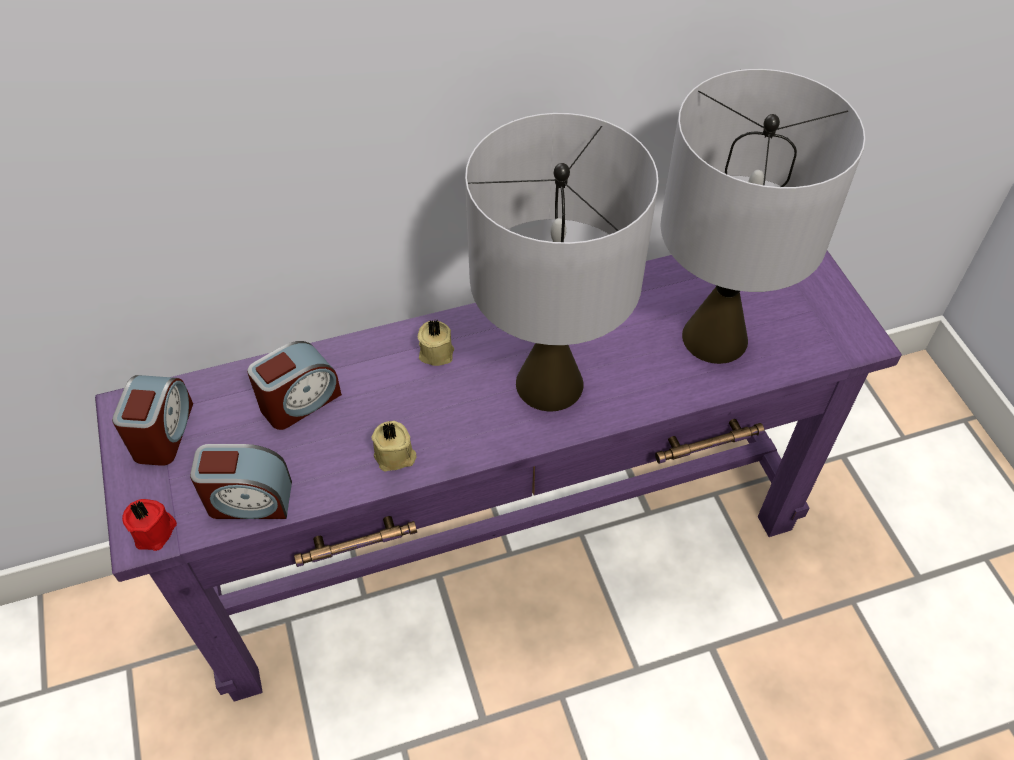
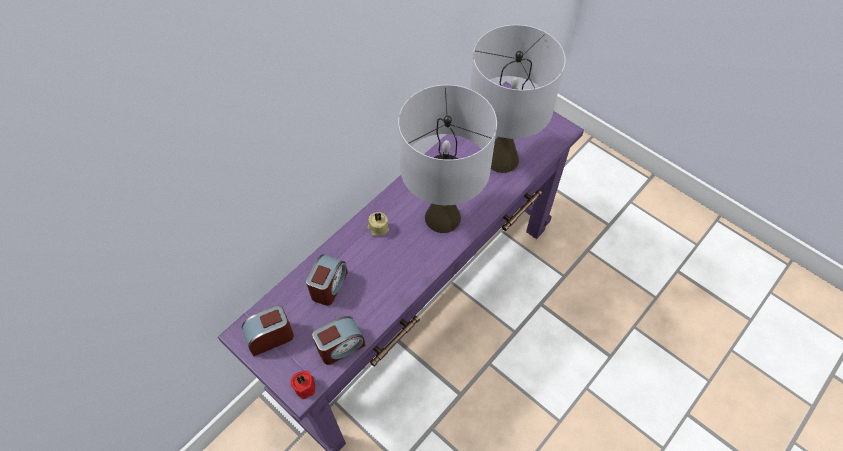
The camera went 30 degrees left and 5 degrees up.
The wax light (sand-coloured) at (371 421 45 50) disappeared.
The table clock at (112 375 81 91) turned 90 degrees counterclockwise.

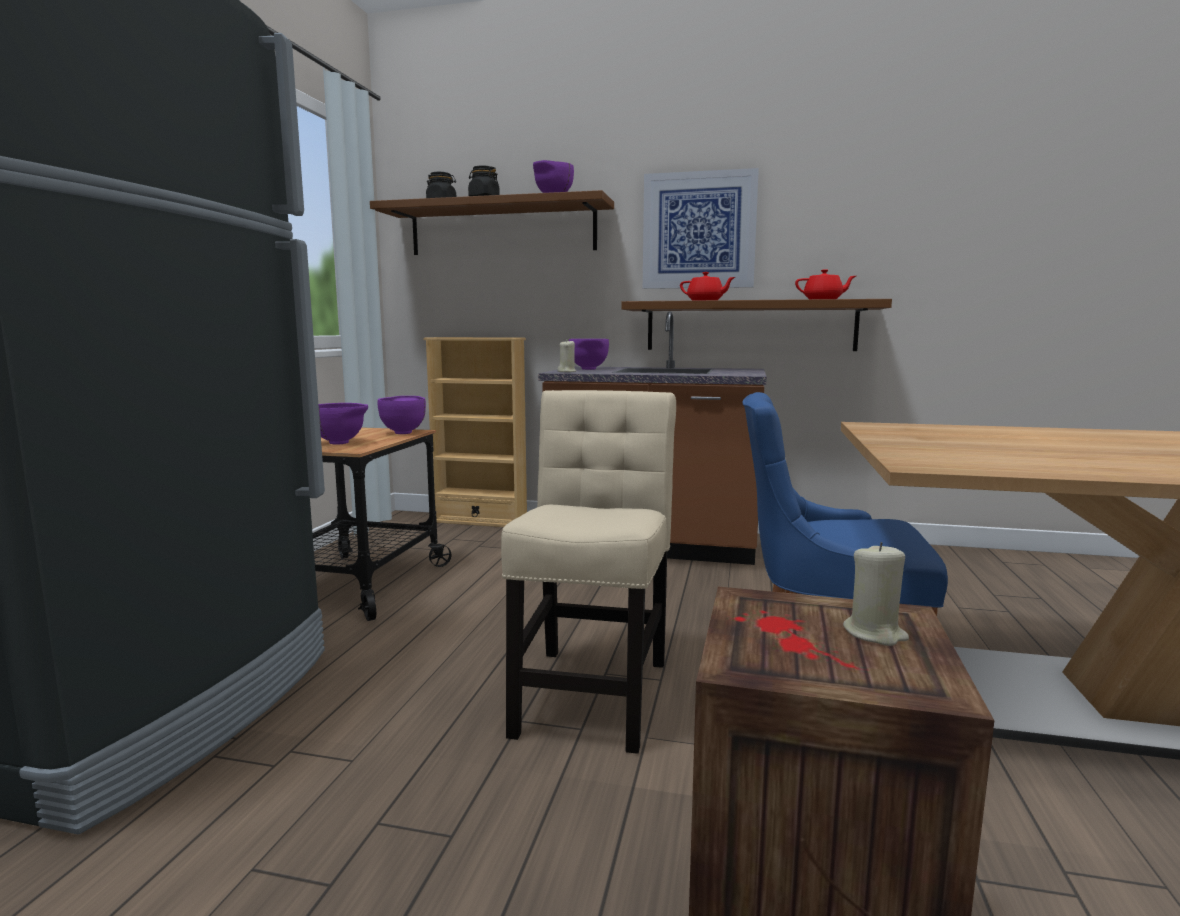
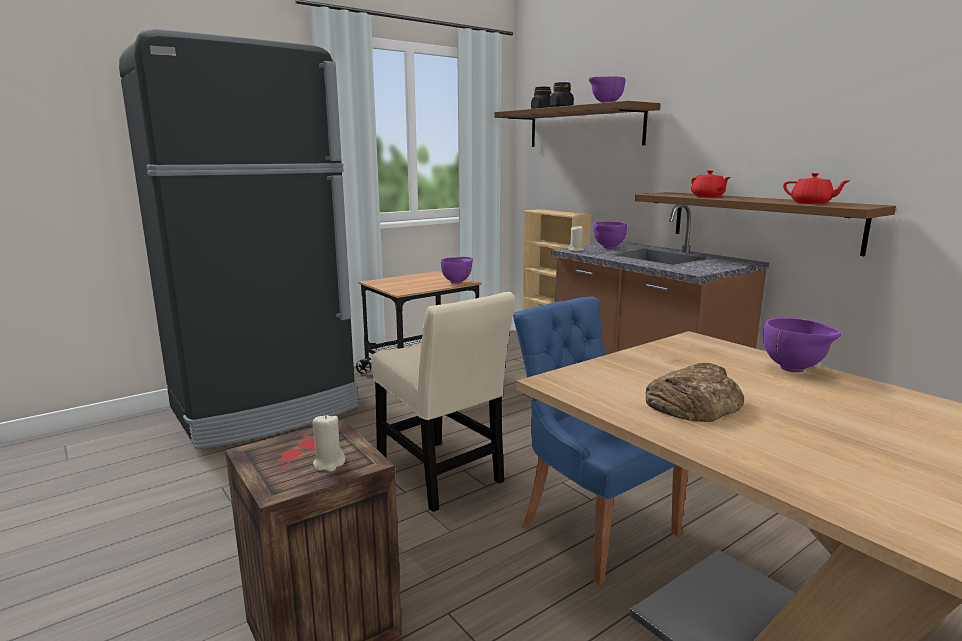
The camera went 40 degrees right and 5 degrees up.
The picture at (643 168 116 121) disappeared.
The bread at (646 363 98 59) appeared.
The bowl (purple) moved from (318 403 50 41) to (763 318 78 54).
The upright chair (sand-coloured) at (501 390 175 364) turned 90 degrees clockwise.

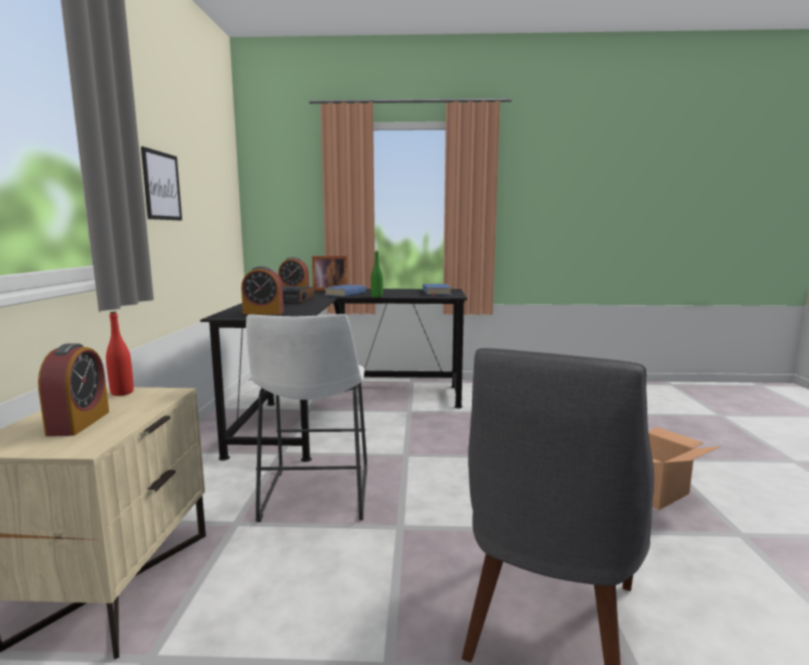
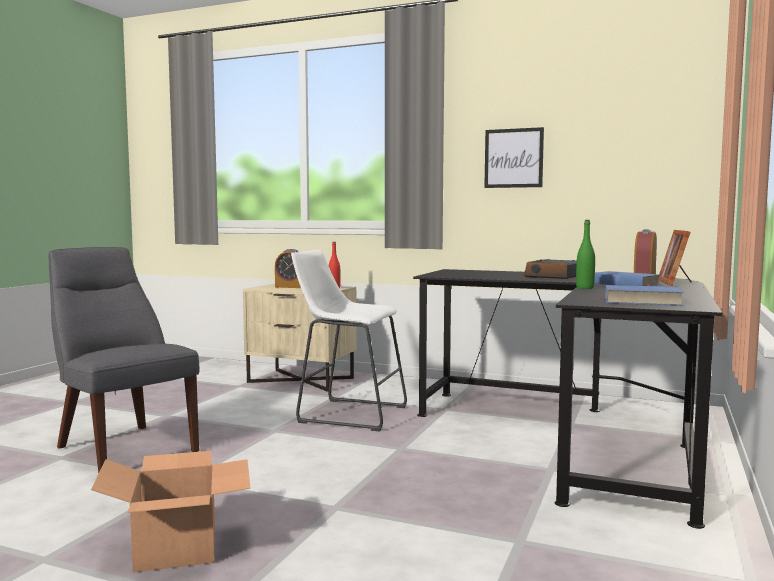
The camera went 110 degrees right and 5 degrees down.
The table clock at (241 266 43 48) disappeared.

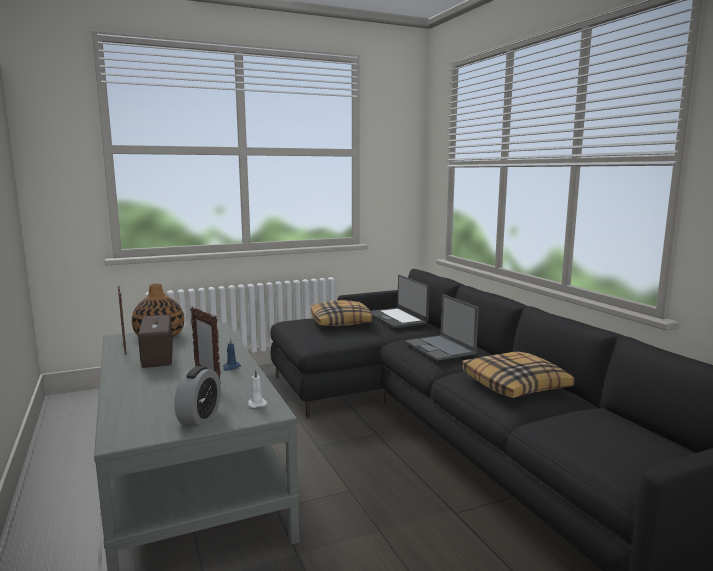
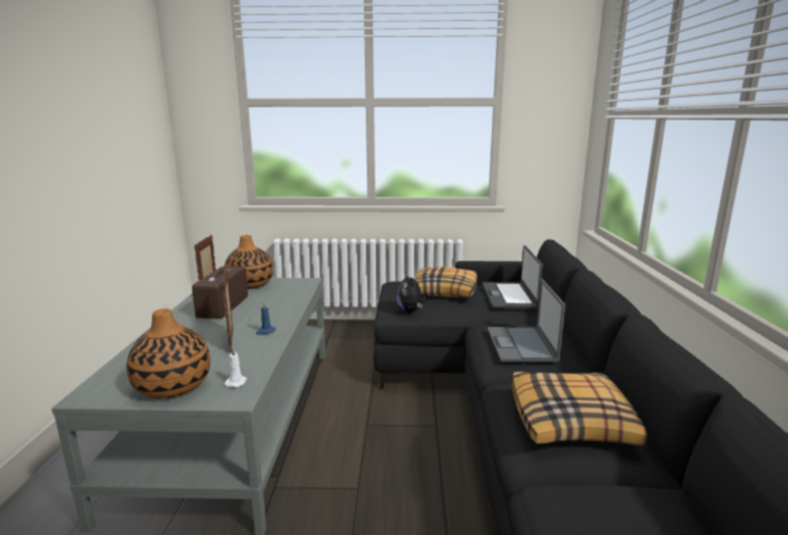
The camera went 25 degrees right and 5 degrees up.
The plush toy at (397 273 30 40) appeared.
The table clock at (174 366 47 60) was replaced by the decorative vase at (127 308 83 91).

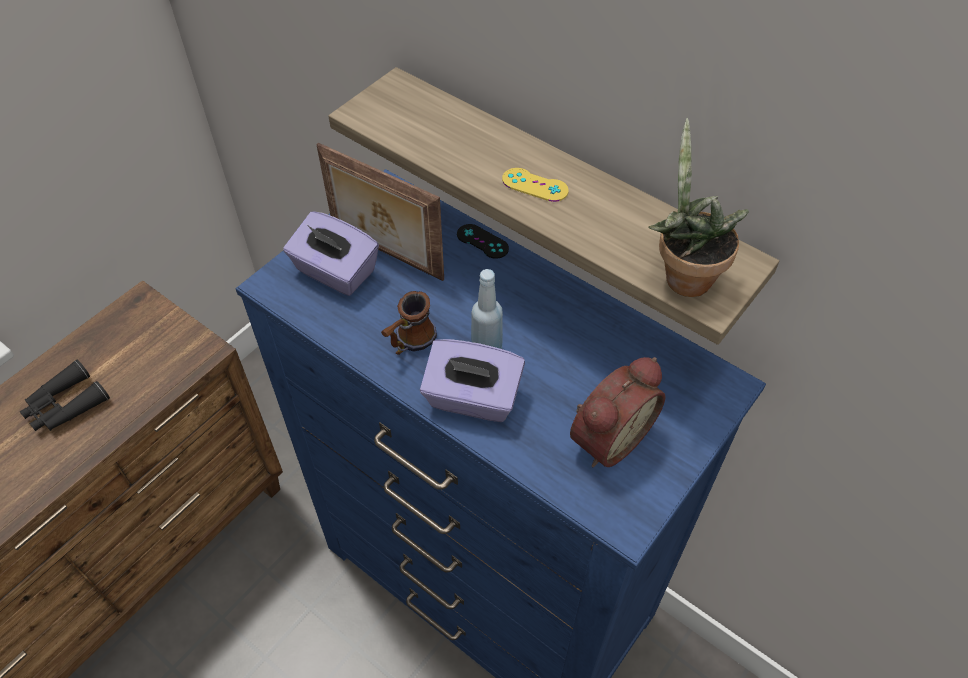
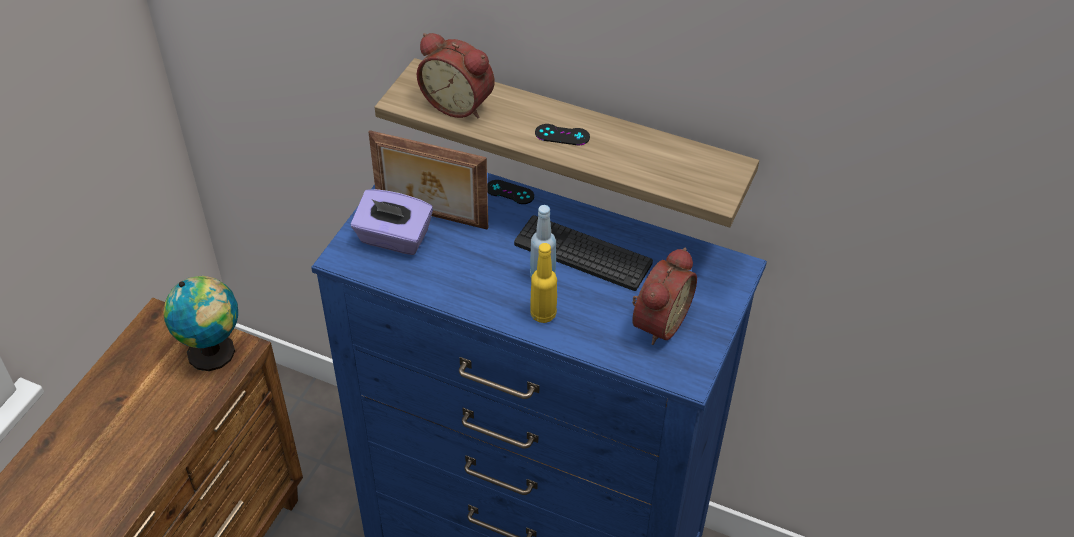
The camera went 15 degrees left and 5 degrees down.
The field glasses (black-coloured) at (19 360 91 71) disappeared.
The mug at (381 291 56 64) disappeared.
The houseplant at (648 118 101 179) disappeared.
The world globe at (163 276 75 95) appeared.
The table clock at (417 33 78 85) appeared.
The computer keyboard at (514 215 139 76) appeared.
The tissue box (purple) at (420 339 105 83) was replaced by the drink bottle (yellowish) at (530 243 27 80).
The game controller (yellowish) at (502 168 67 34) became the game controller (black-coloured) at (535 124 55 21).

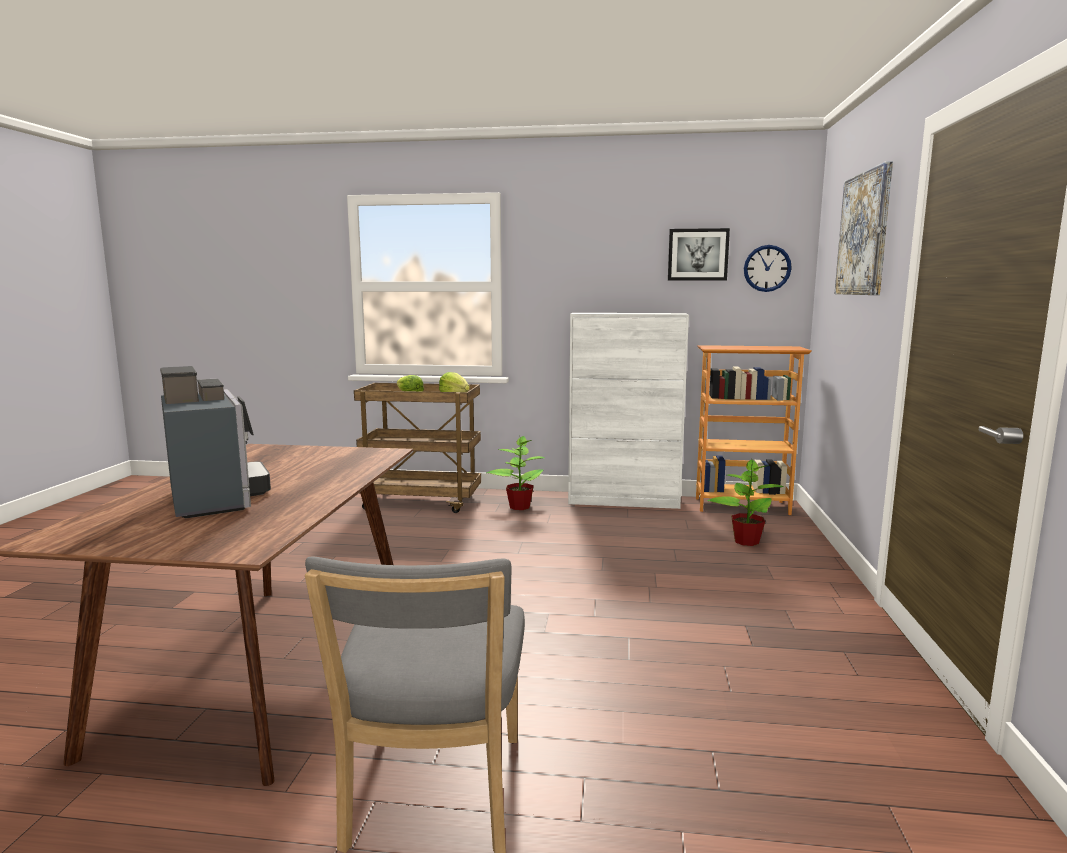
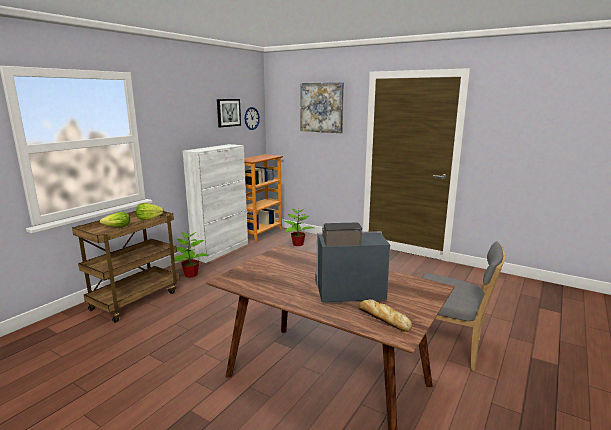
The camera went 65 degrees left and 5 degrees up.
The bread at (358 299 54 33) appeared.

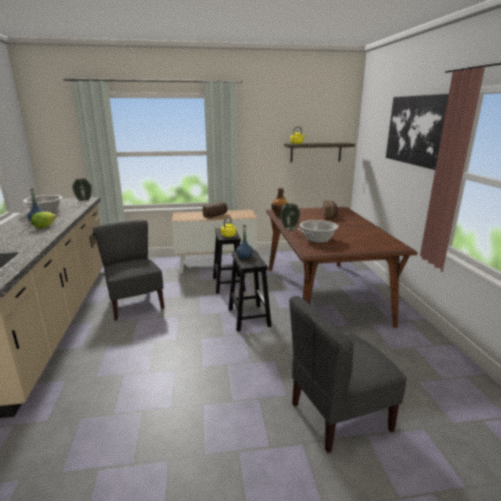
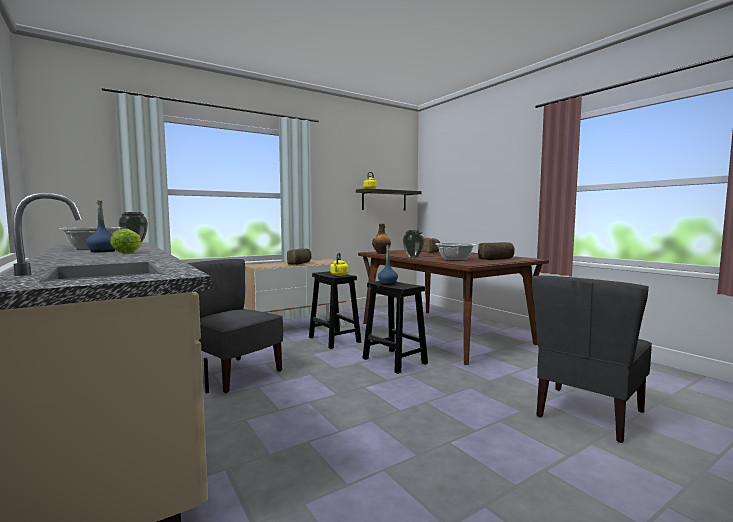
The camera went 25 degrees left and 15 degrees down.
The picture at (386 94 63 76) disappeared.
The bread at (478 242 37 18) appeared.

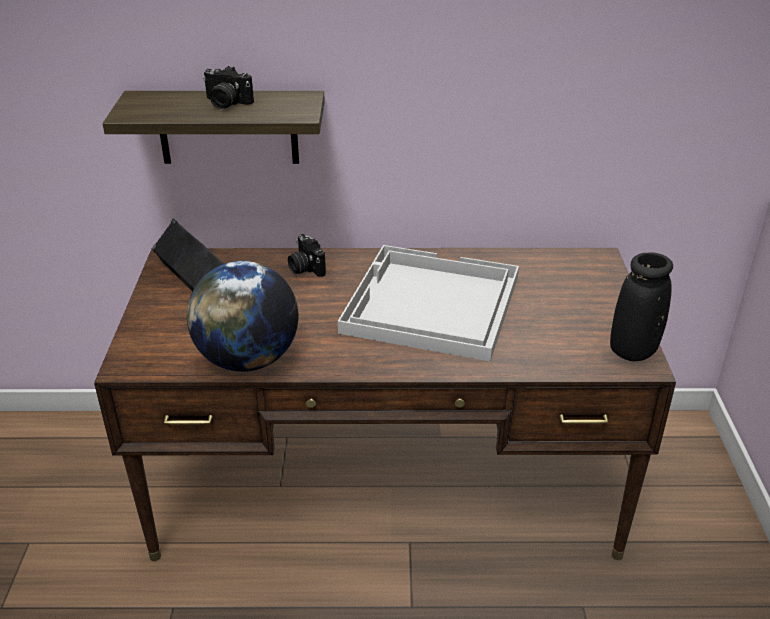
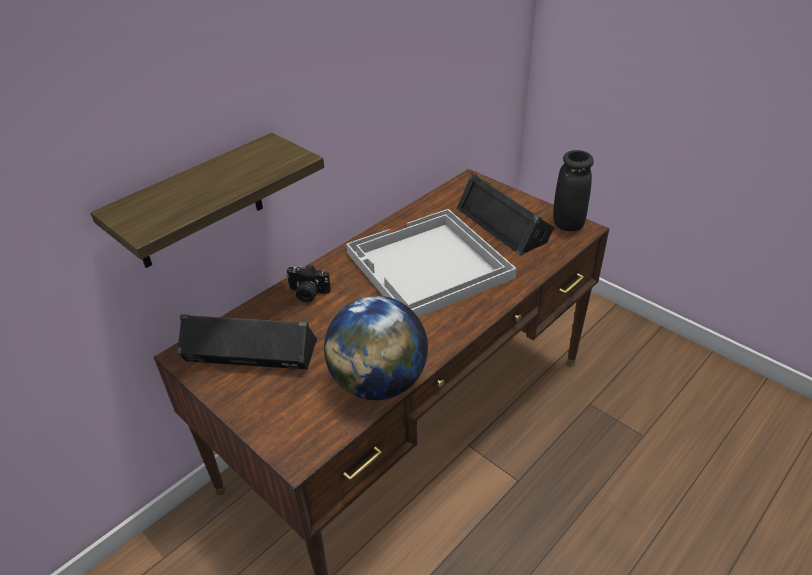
The camera went 45 degrees left and 5 degrees up.
The still camera at (203 66 51 43) disappeared.
The audio speaker (black-coloured) at (456 172 99 84) appeared.

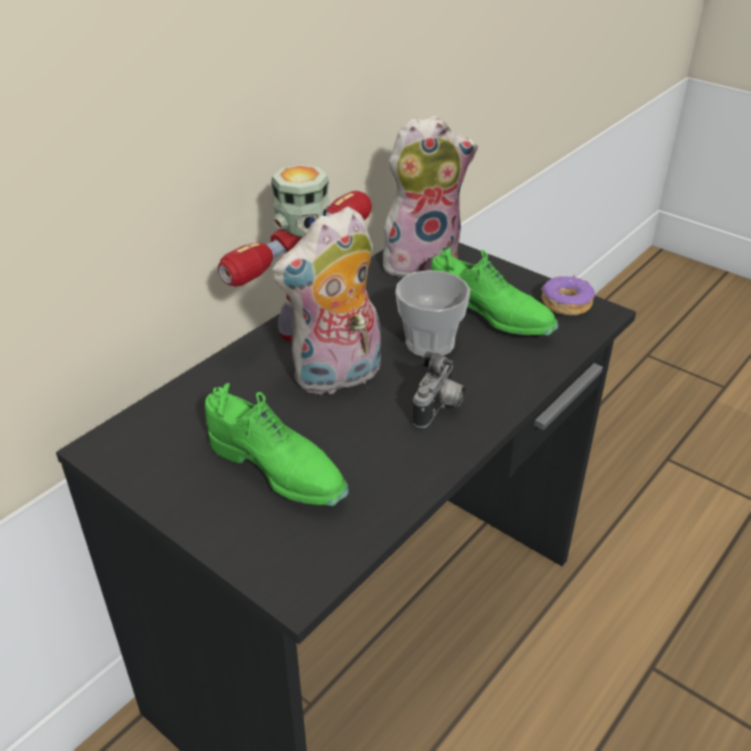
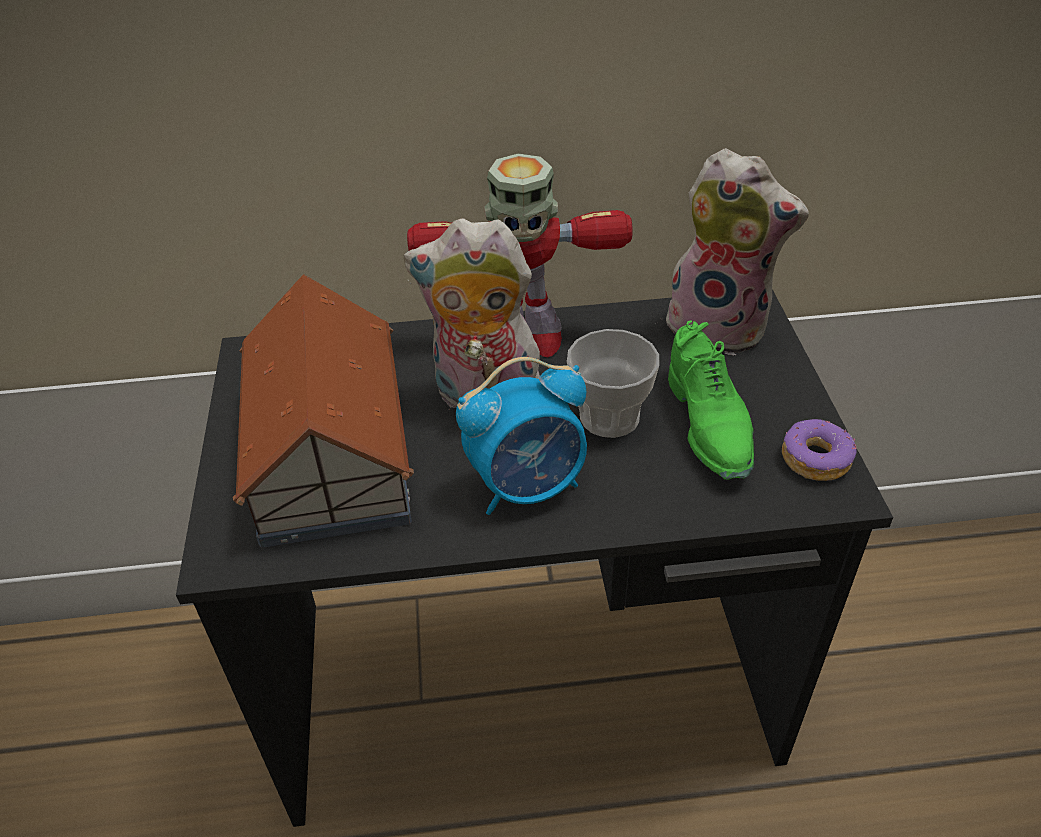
The camera went 45 degrees right and 5 degrees up.
The item of footwear (greenish) at (205 383 144 123) was replaced by the miniature house at (233 274 181 274).
The still camera at (412 351 53 77) was replaced by the table clock at (456 357 131 158).

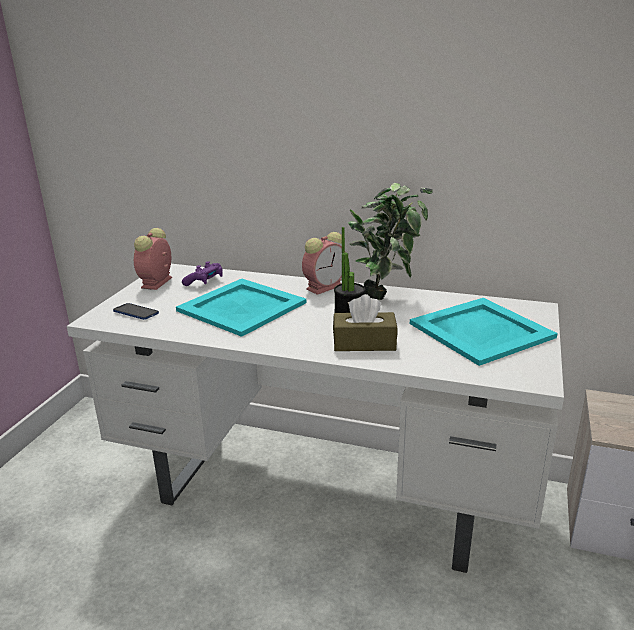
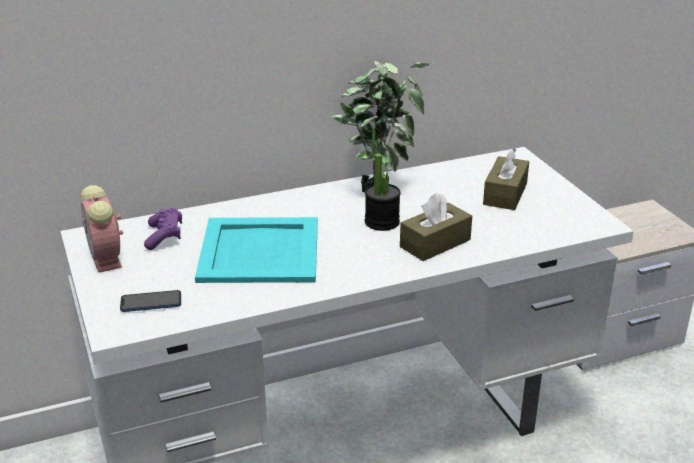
The camera went 40 degrees left and 5 degrees up.
The table clock at (302 232 40 63) disappeared.
The carrying tray (turquoise-coloured) at (410 298 147 68) was replaced by the tissue box (brownish) at (483 147 46 63).

